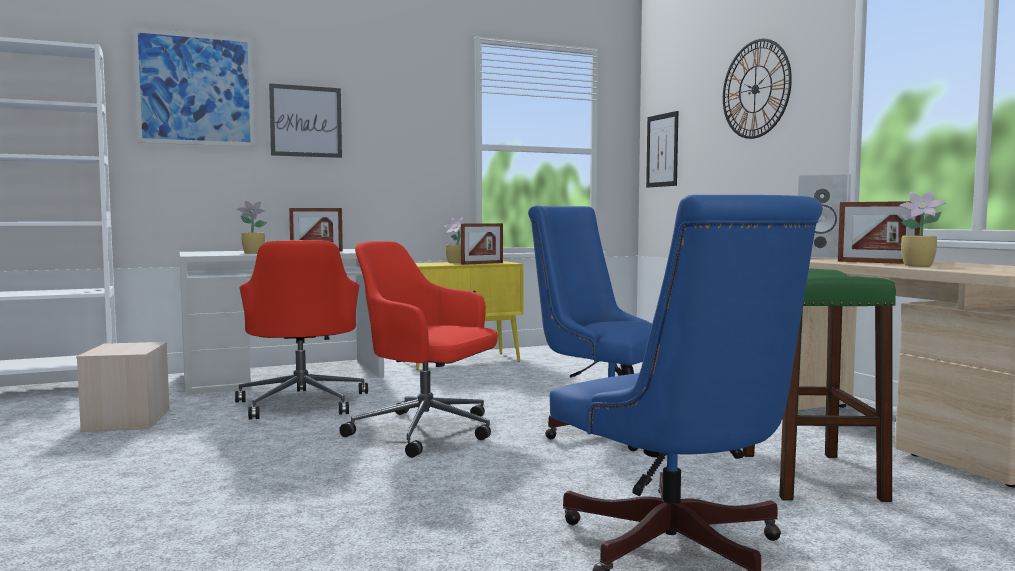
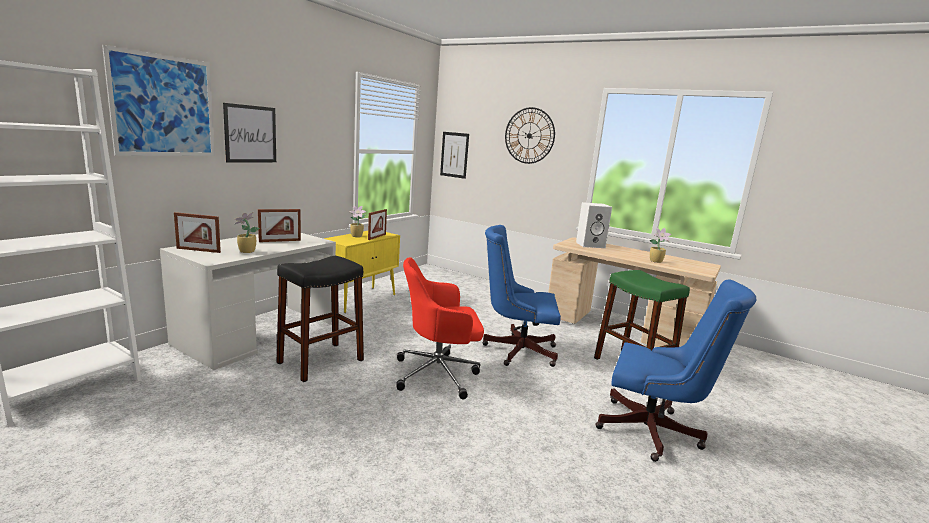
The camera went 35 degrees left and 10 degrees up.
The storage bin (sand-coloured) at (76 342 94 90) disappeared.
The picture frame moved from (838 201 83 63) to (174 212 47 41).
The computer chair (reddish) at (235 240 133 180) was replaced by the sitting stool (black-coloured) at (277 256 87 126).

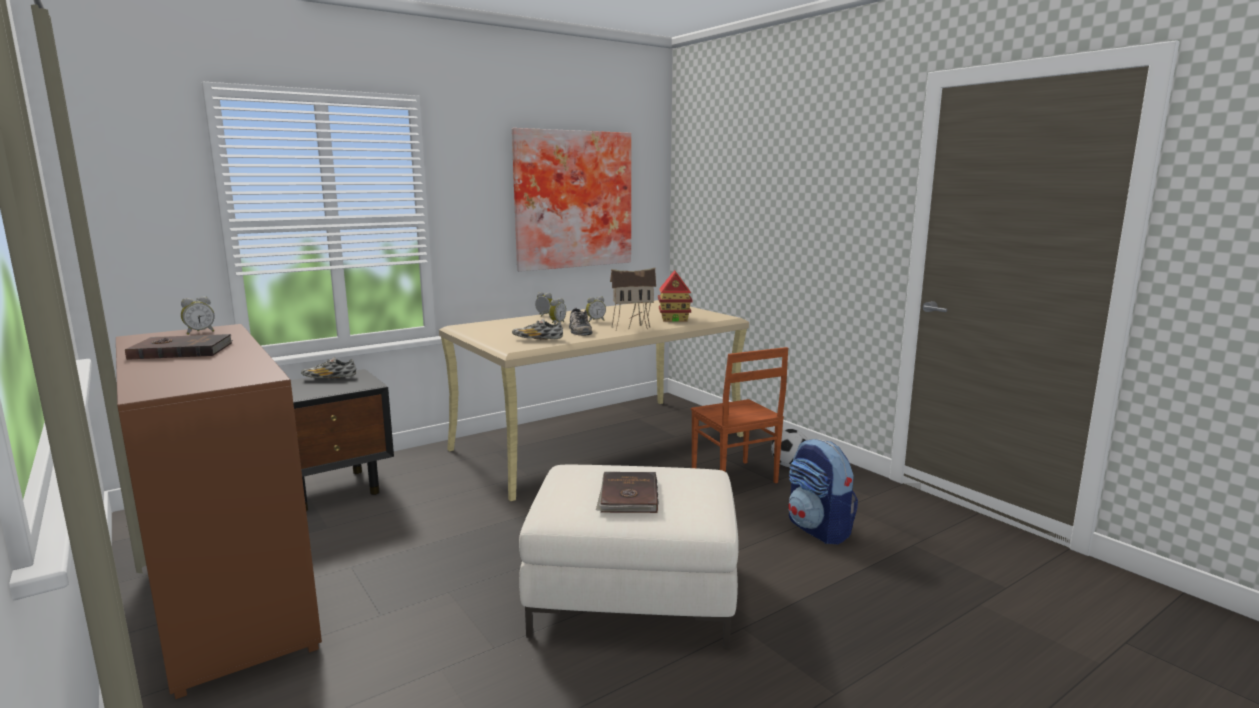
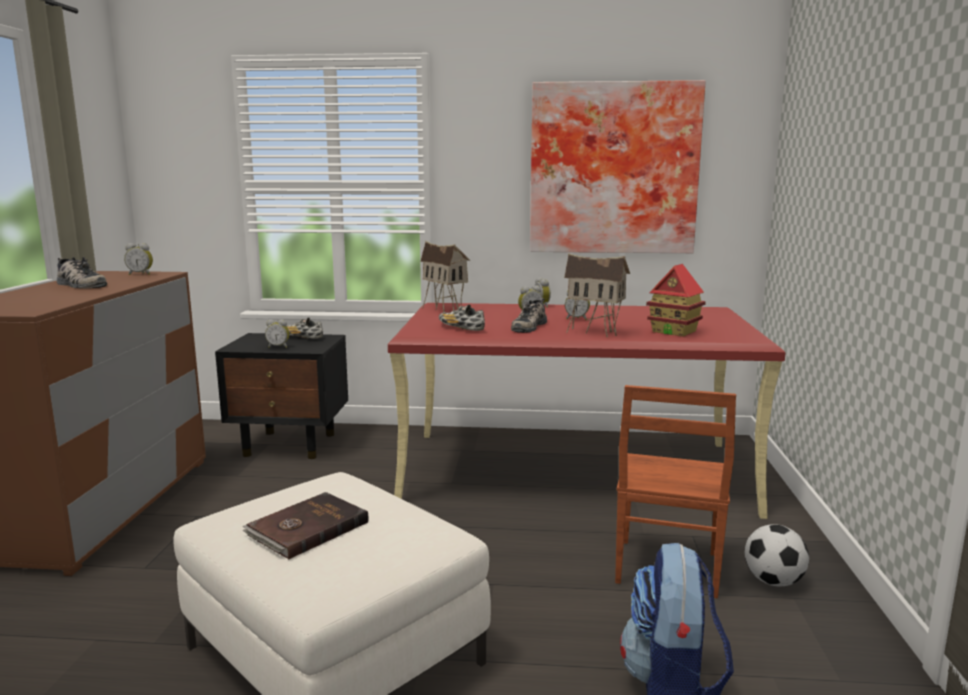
The camera went 40 degrees right and 0 degrees up.
The table clock at (265 319 25 29) appeared.
The miniature house at (421 241 49 71) appeared.
The volume (brownish) at (125 334 108 26) was replaced by the item of footwear at (57 257 50 32).
The desk (sand-coloured) at (439 300 310 201) became the desk (reddish) at (388 303 398 216).

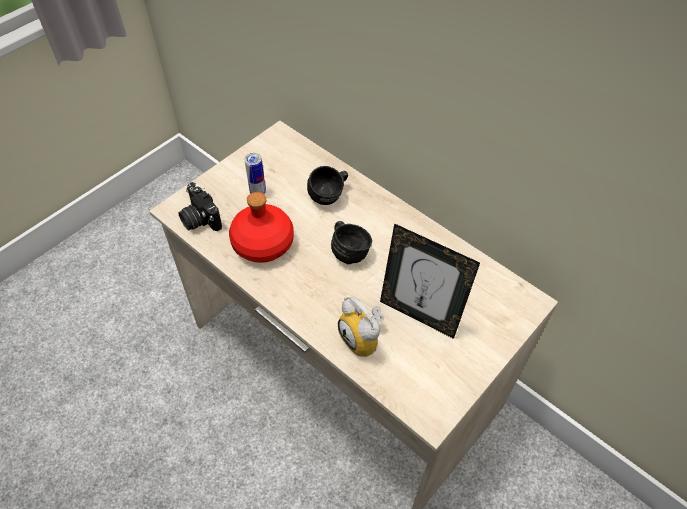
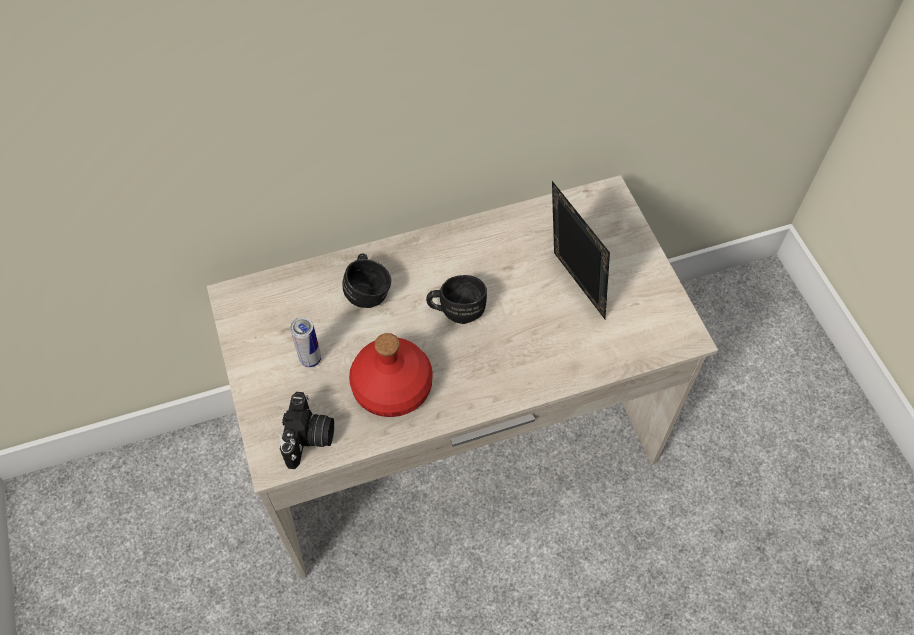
The camera went 60 degrees left and 5 degrees up.
The table clock at (338 297 46 60) disappeared.
The still camera at (178 182 44 49) turned 75 degrees counterclockwise.
The picture frame at (380 223 100 116) turned 90 degrees counterclockwise.

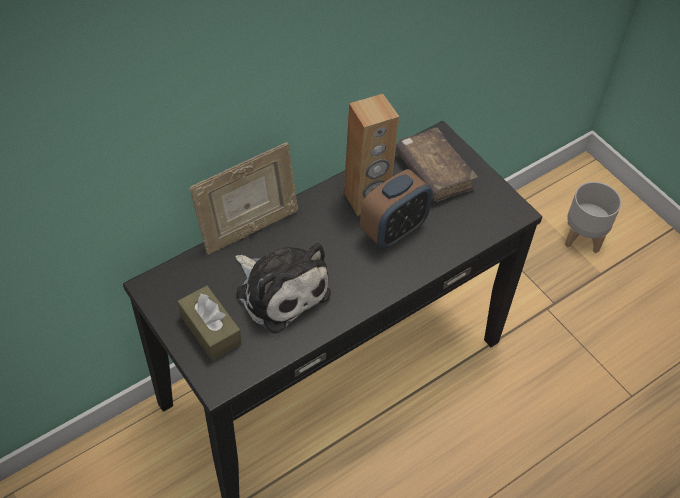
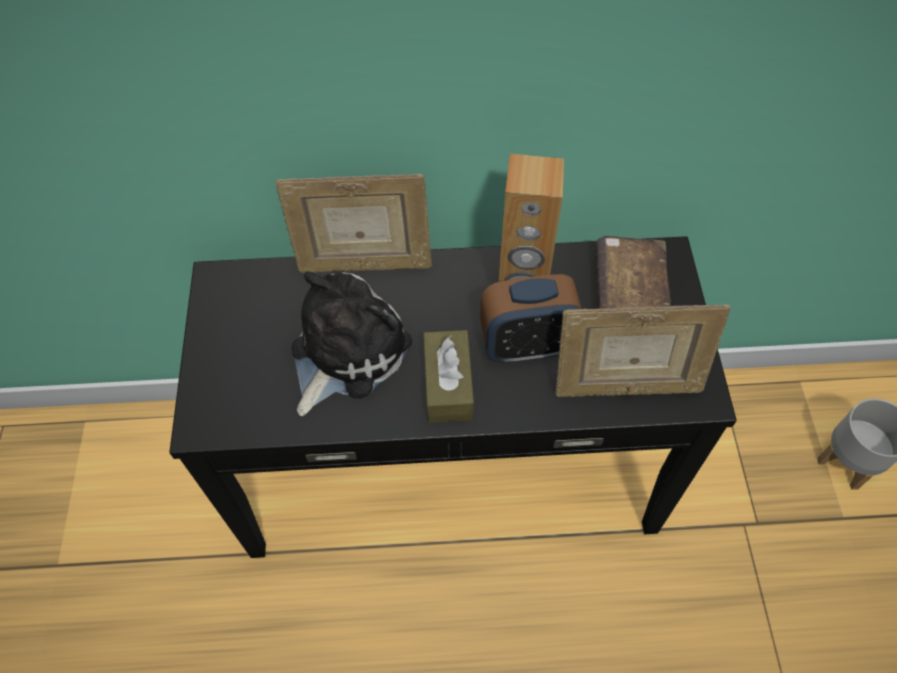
The camera went 35 degrees right and 5 degrees up.
The picture frame at (555 304 176 93) appeared.
The tissue box (brownish) moved from (178 285 64 76) to (423 330 51 93).
The plush toy at (236 243 95 91) turned 135 degrees counterclockwise.

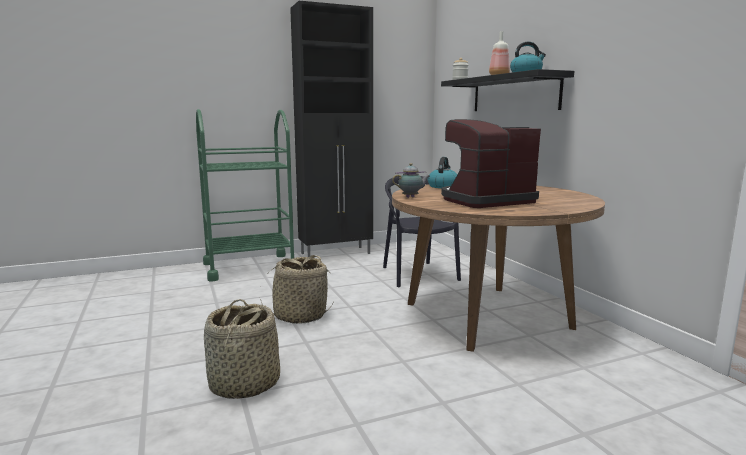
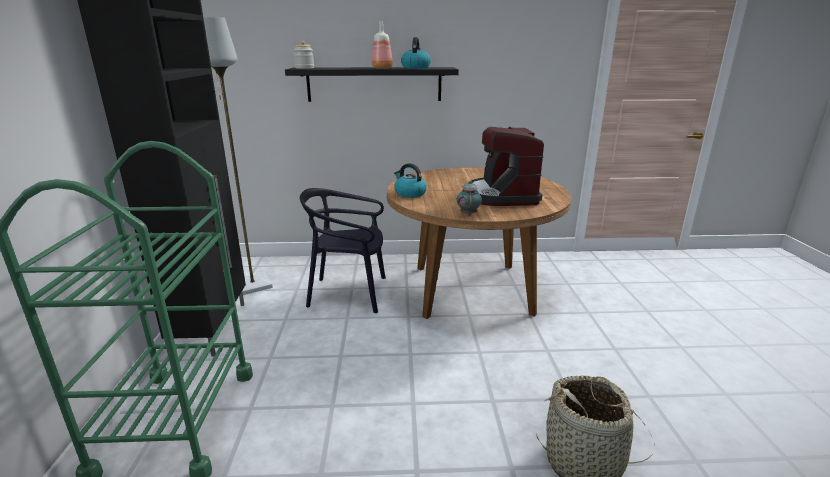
The camera went 70 degrees left and 10 degrees up.
The storage basket at (260 255 73 69) disappeared.
The standard lamp (greyish) at (203 17 70 278) appeared.

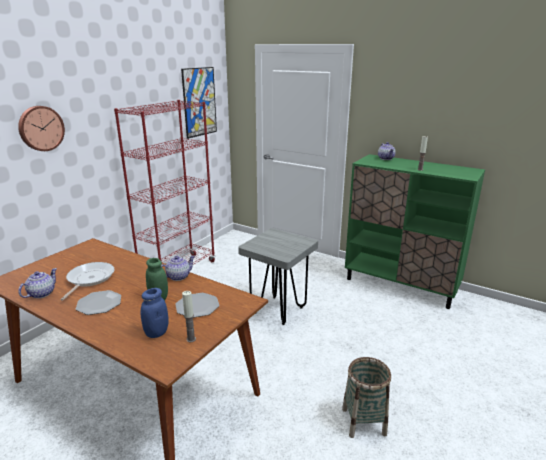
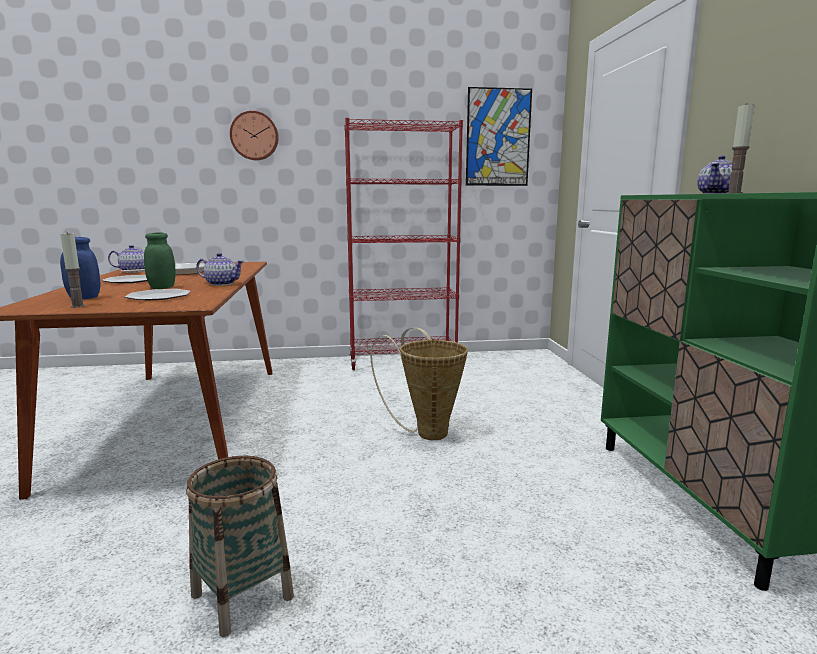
The camera went 50 degrees right and 10 degrees down.
The sitting stool (greyish) at (238 228 80 97) was replaced by the storage basket at (370 327 98 113).

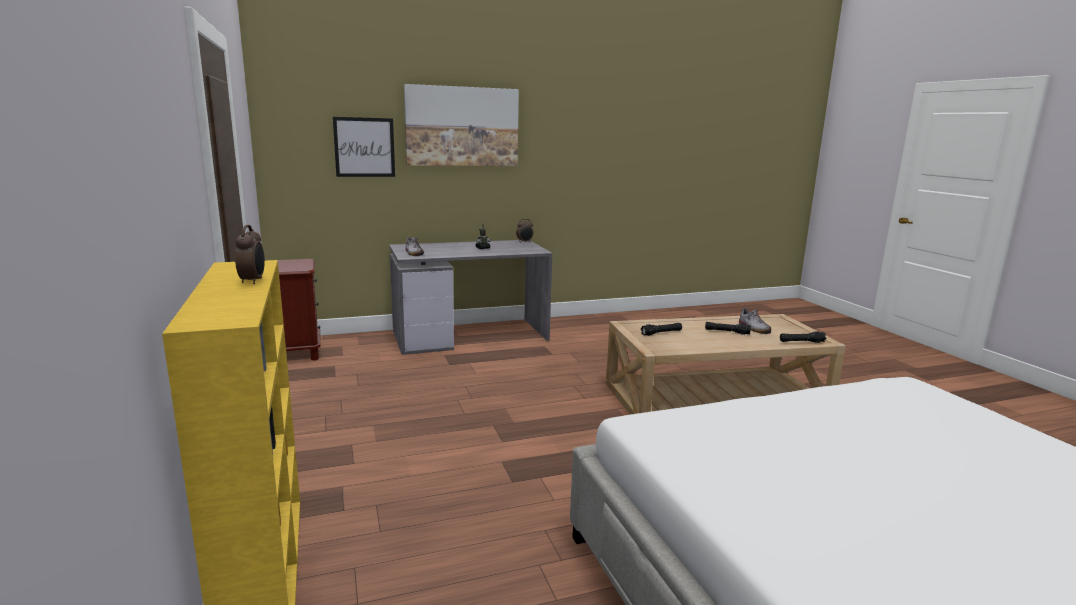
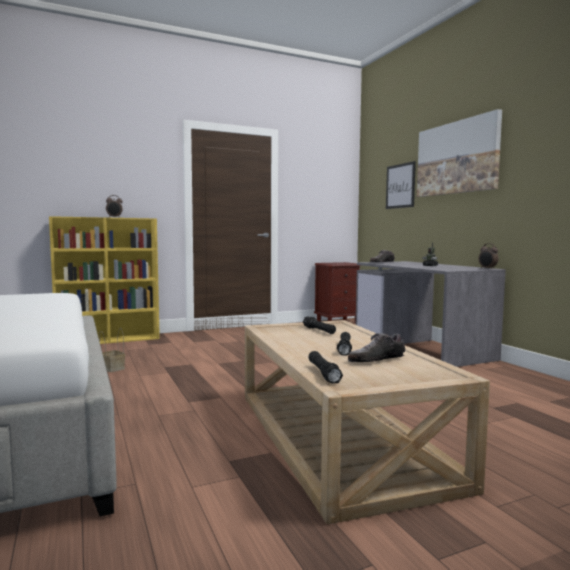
The camera went 85 degrees right and 10 degrees down.
The storage basket at (99 328 26 44) appeared.

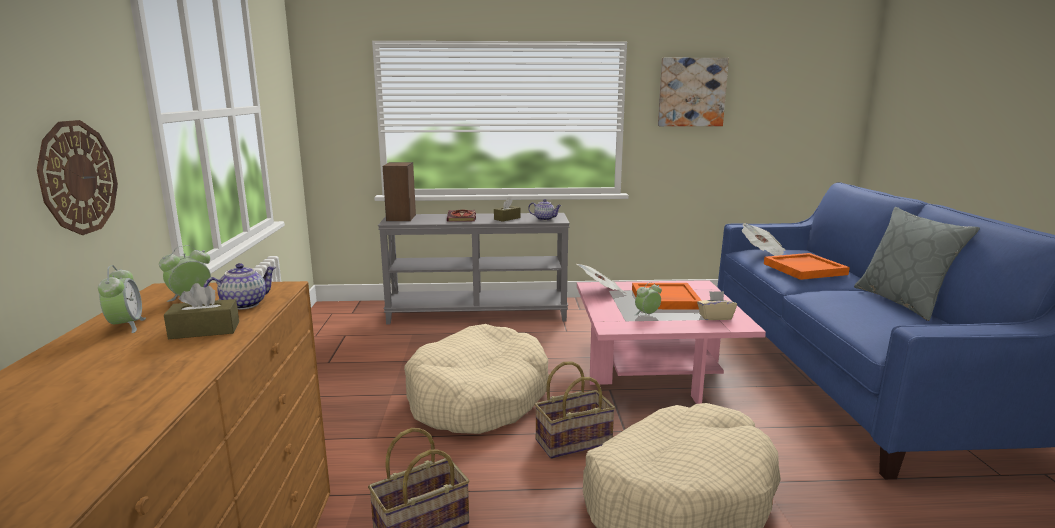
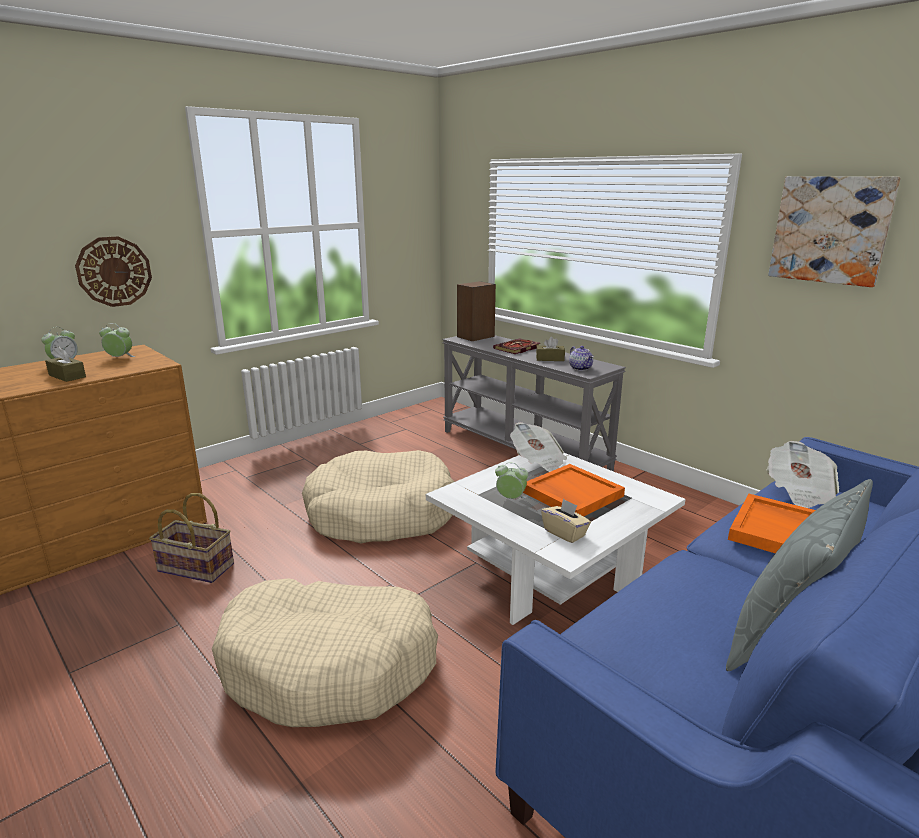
The camera went 50 degrees right and 5 degrees up.
The pot for tea at (203 263 74 47) disappeared.
The storage basket at (534 361 81 98) disappeared.
The lounge table (pinkish) at (577 280 189 124) became the lounge table (whitish) at (426 453 260 172).

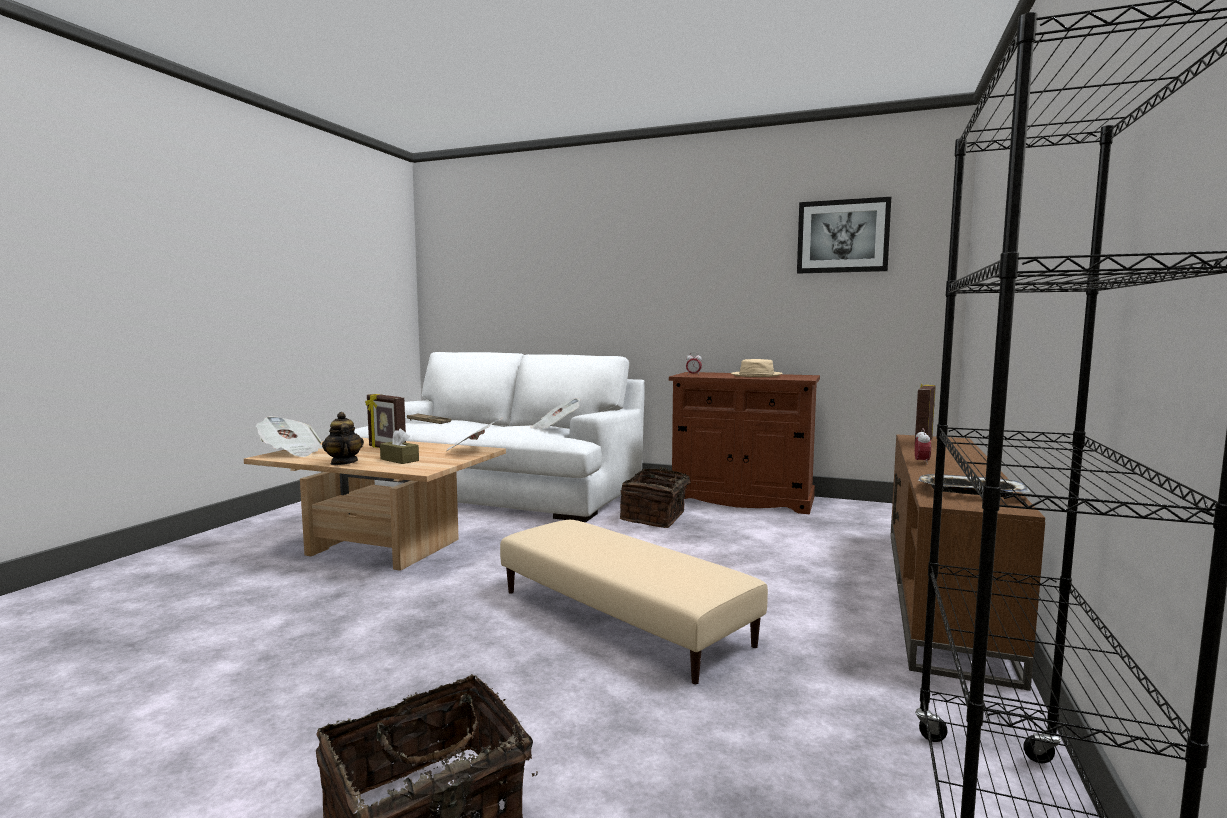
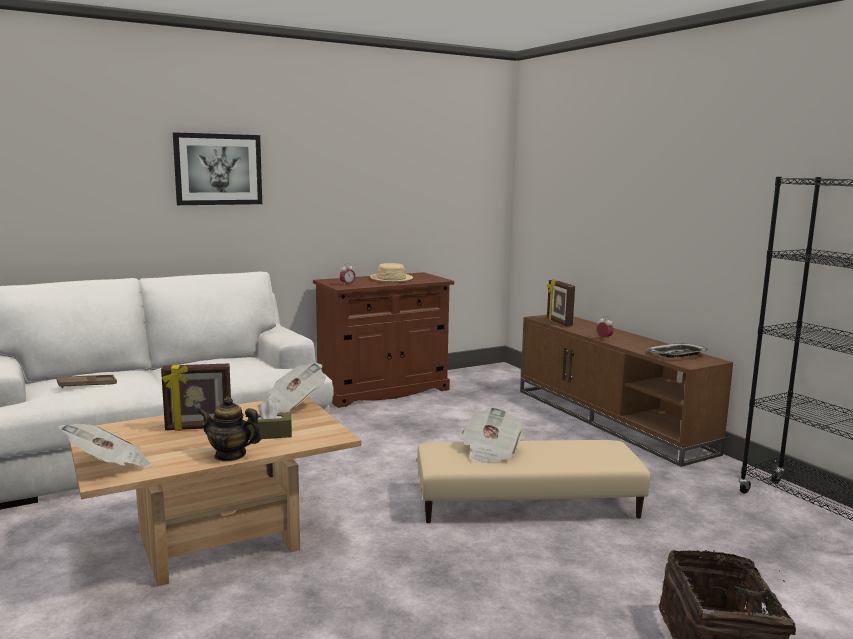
The camera went 50 degrees left and 5 degrees up.
The storage basket at (620 467 77 61) disappeared.
The printed paper moved from (530 398 50 31) to (462 407 62 56).
The picture moved from (797 197 94 77) to (173 132 89 73).

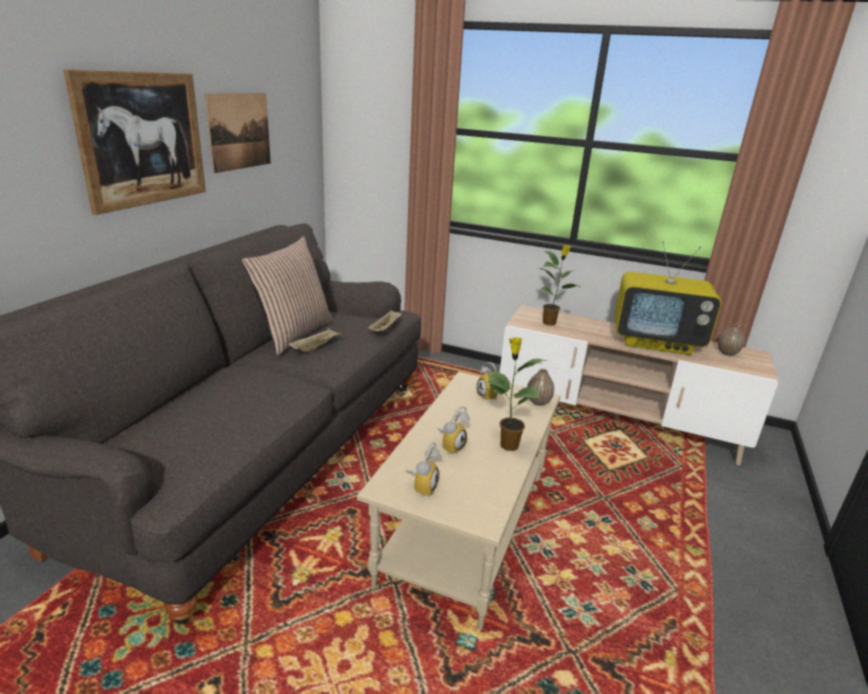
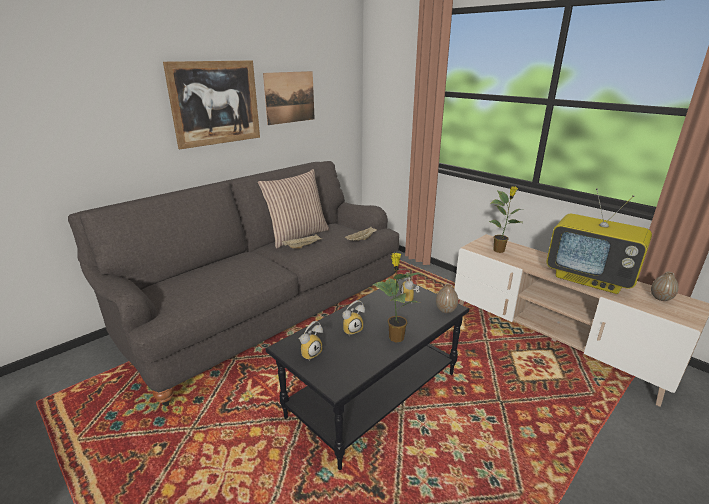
The camera went 25 degrees right and 0 degrees up.
The lounge table (sand-coloured) at (357 372 204 258) became the lounge table (black-coloured) at (266 278 203 192).

